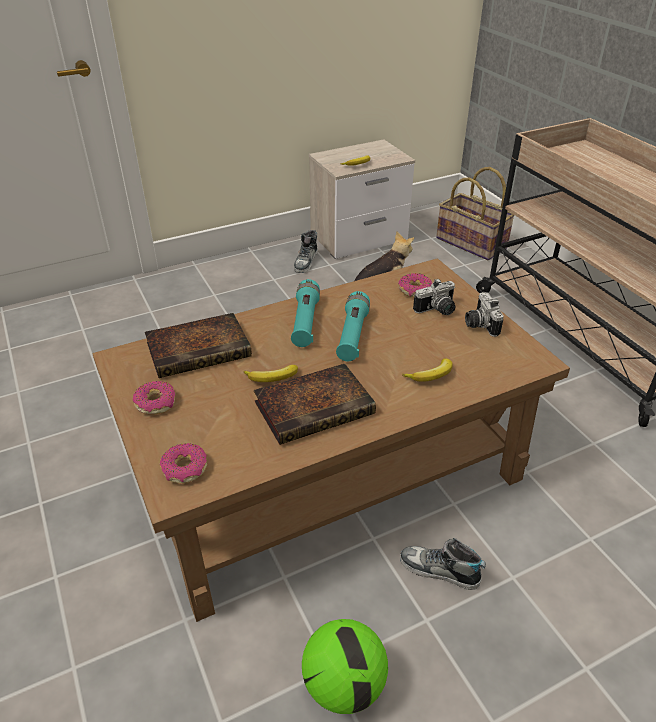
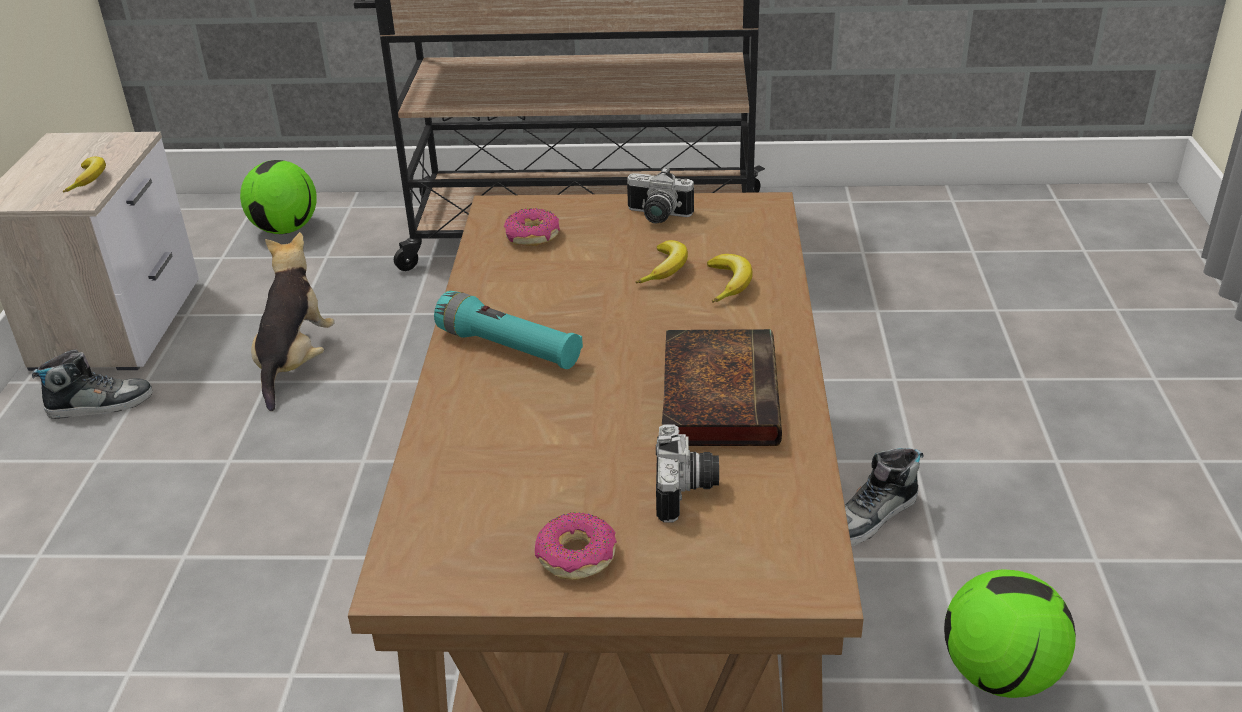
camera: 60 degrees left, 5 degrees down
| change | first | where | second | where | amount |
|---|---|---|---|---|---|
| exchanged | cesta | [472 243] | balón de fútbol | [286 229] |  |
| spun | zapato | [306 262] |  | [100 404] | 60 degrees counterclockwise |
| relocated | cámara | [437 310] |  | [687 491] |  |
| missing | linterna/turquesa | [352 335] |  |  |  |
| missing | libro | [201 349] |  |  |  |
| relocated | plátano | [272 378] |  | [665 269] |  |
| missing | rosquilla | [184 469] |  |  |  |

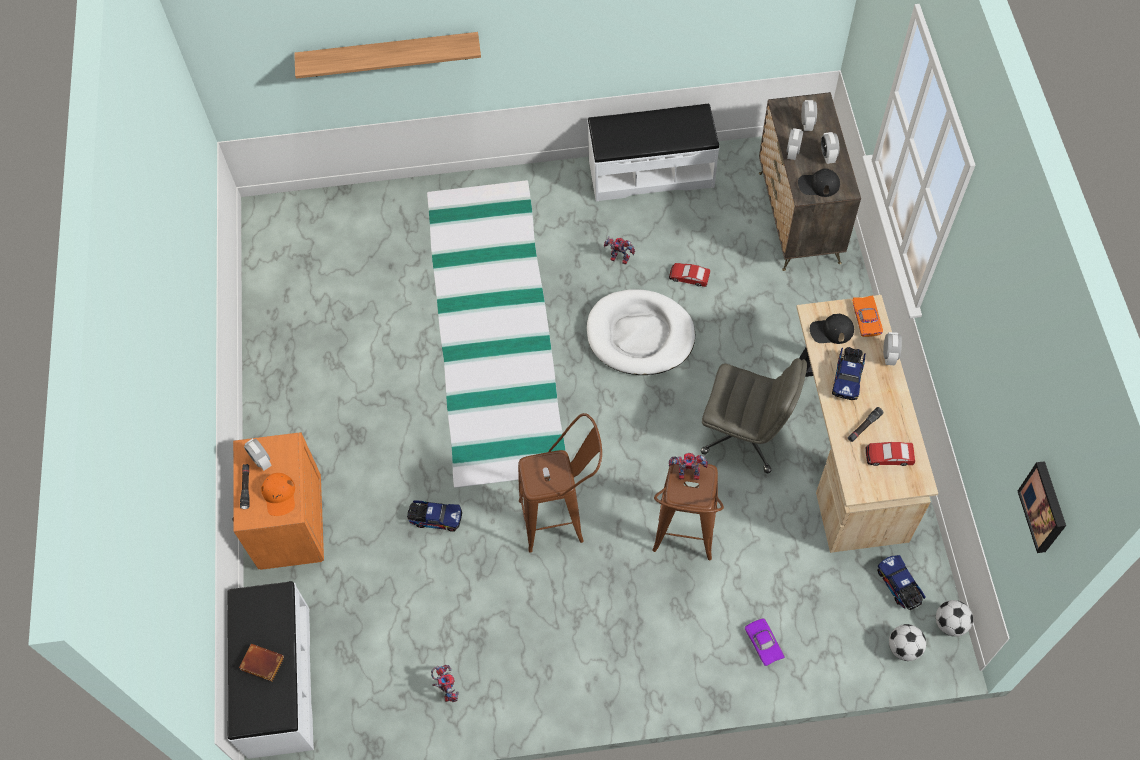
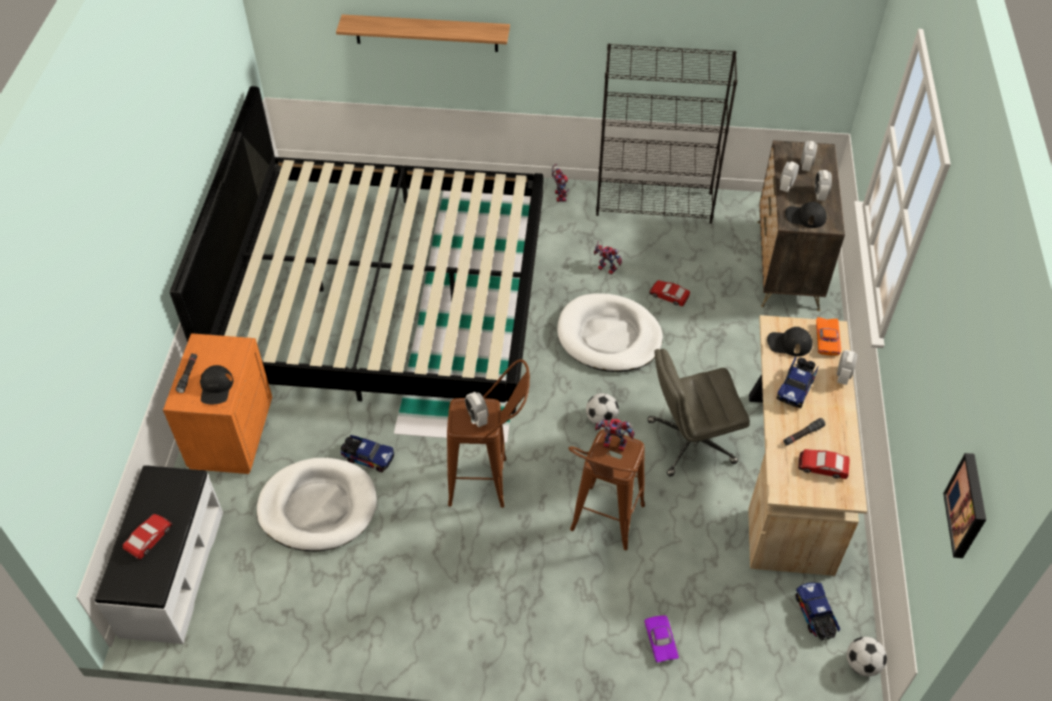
camera: 10 degrees right, 10 degrees down
| change | first | where | second | where | amount |
|---|---|---|---|---|---|
| exchanged | banco/blanco | [650 172] | estantería/negro | [655 204] |  |
| spun | silla de oficina/gris | [745 434] |  | [690 442] | 135 degrees clockwise |
| relocated | despertador | [261 460] |  | [477 418] |  |
| colour | gorra/naranja | [279 495] | gorra/negro | [216 387] |  |
| relocated | balón de fútbol | [903 648] |  | [601 419] |  |
| exchanged | libro/marrón | [261 664] | coche de juguete | [149 538] |  |
| relocated | robot de juguete | [446 689] |  | [559 195] |  |
| appeared |  |  | cama | [385 295] |  |
| appeared |  |  | cama para perro/blanco | [318 507] |  |

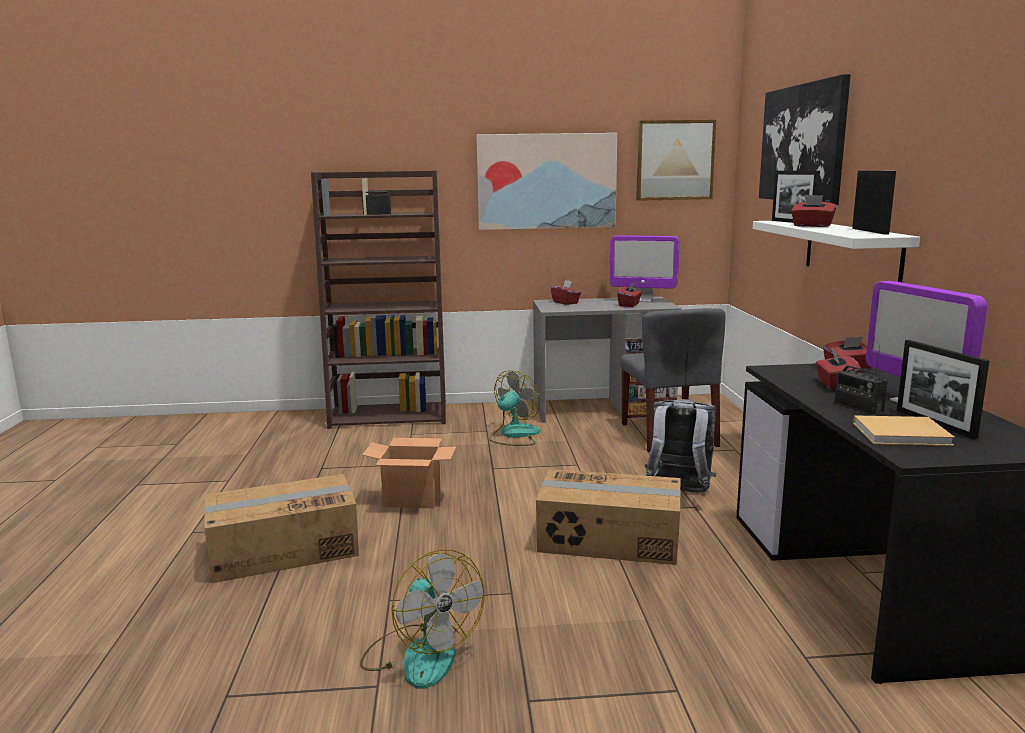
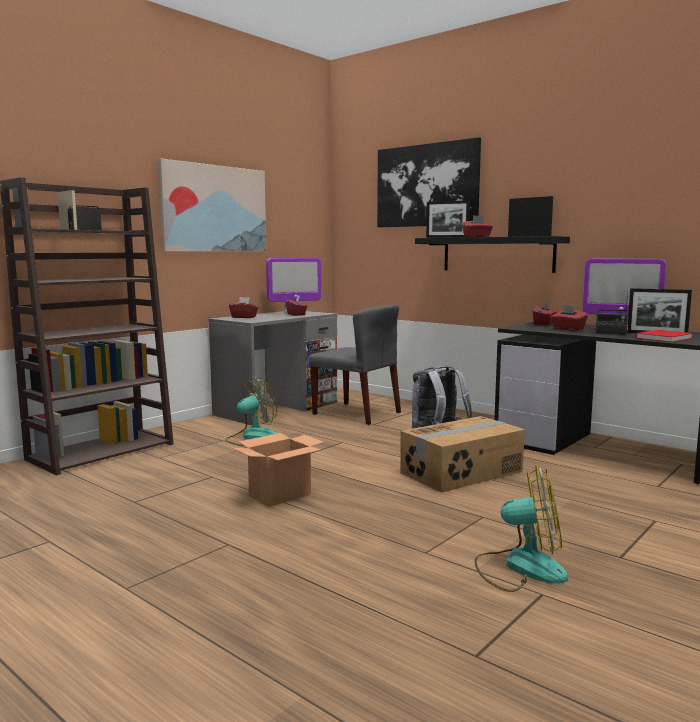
camera: 45 degrees left, 5 degrees down
| change | first | where | second | where | amount |
|---|---|---|---|---|---|
| missing | cuadro | [674 160] |  |  |  |
| colour | estante/blanco | [851 252] | estante/negro | [497 254] |  |
| spun | ventilador | [514 435] |  | [252 437] | 60 degrees clockwise |
| colour | libro/beis | [904 434] | libro/rojo | [664 338] |  |
| missing | caja de cartón | [284 549] |  |  |  |

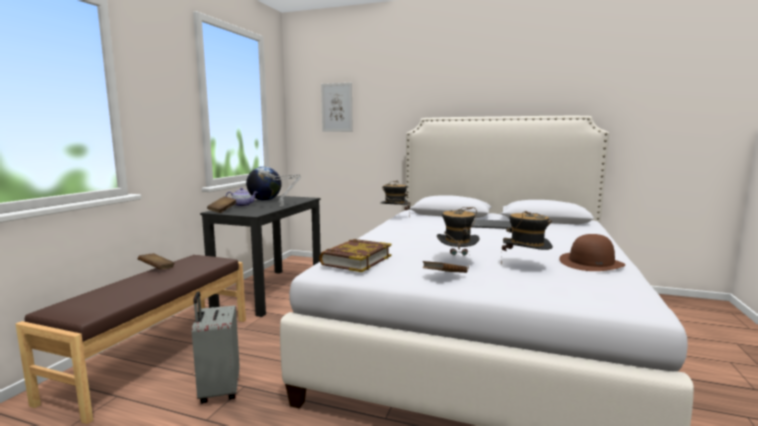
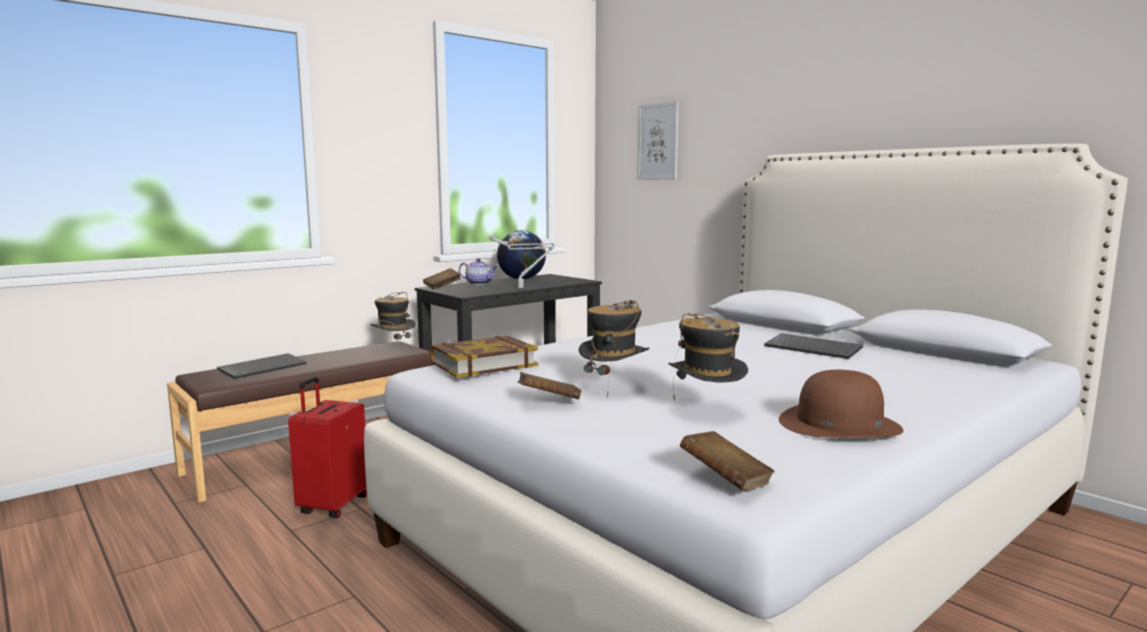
camera: 30 degrees right, 0 degrees up
| change | first | where | second | where | amount |
|---|---|---|---|---|---|
| relocated | sombrero | [395 217] |  | [394 349] |  |
| relocated | libro/marrón | [157 269] |  | [725 480] |  |
| colour | maleta/gris | [218 391] | maleta/rojo | [332 506] |  |
| appeared |  |  | teclado | [263 367] |  |

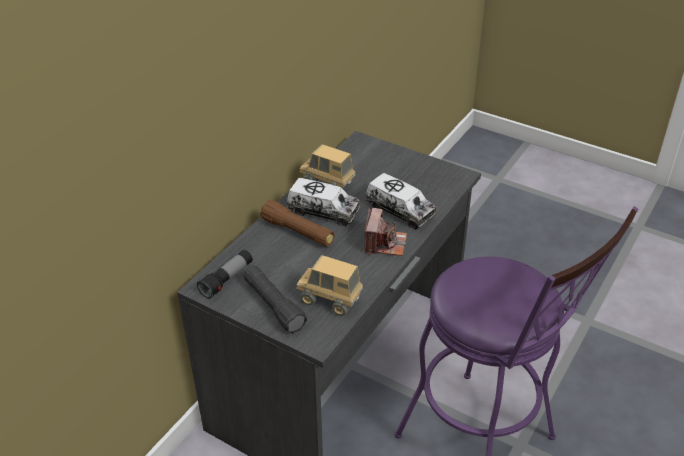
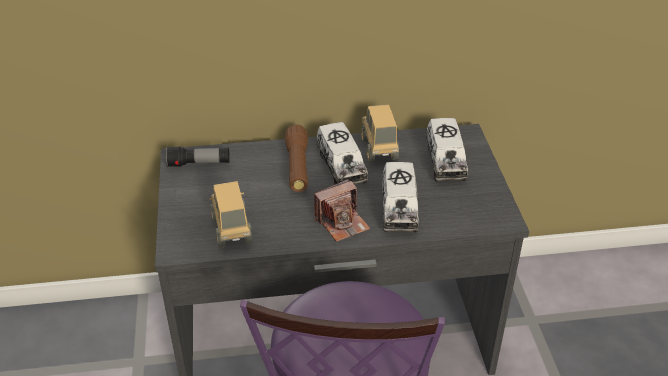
camera: 50 degrees right, 0 degrees up
| change | first | where | second | where | amount |
|---|---|---|---|---|---|
| missing | linterna/negro | [273 306] |  |  |  |
| appeared |  |  | camión de juguete | [445 161] |  |

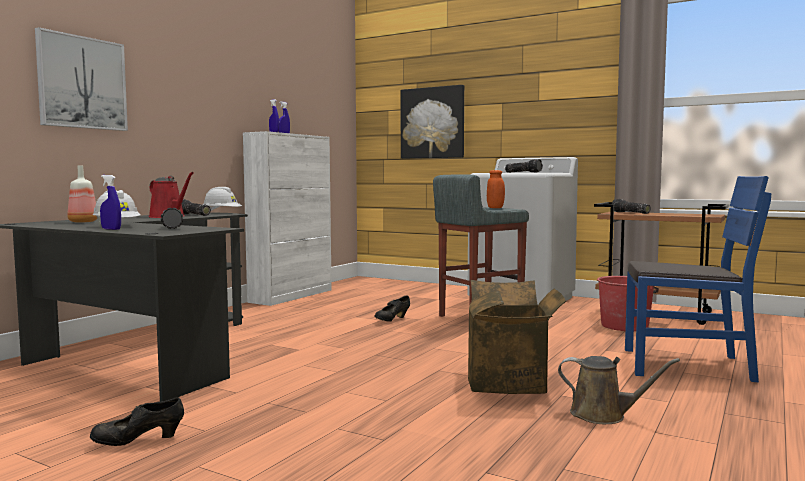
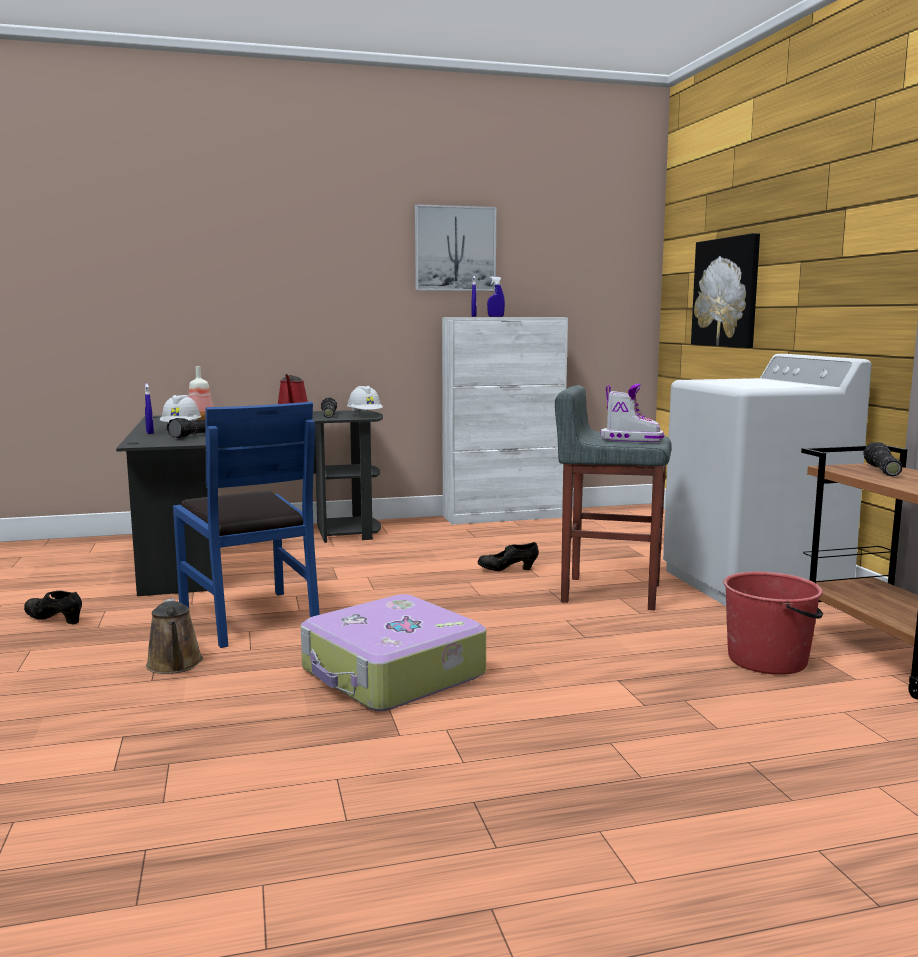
camera: 45 degrees right, 5 degrees up
| change | first | where | second | where | amount |
|---|---|---|---|---|---|
| relocated | cuadro | [82 83] |  | [455 249] |  |
| missing | linterna | [524 172] |  |  |  |
| exchanged | tarro/naranja | [495 208] | bota | [631 439] |  |
| relocated | silla/azul | [685 365] |  | [250 618] |  |
| exchanged | caja de cartón | [511 382] | maleta | [392 674] |  |
| relocated | regadera/marrón | [603 415] |  | [175 665] |  |

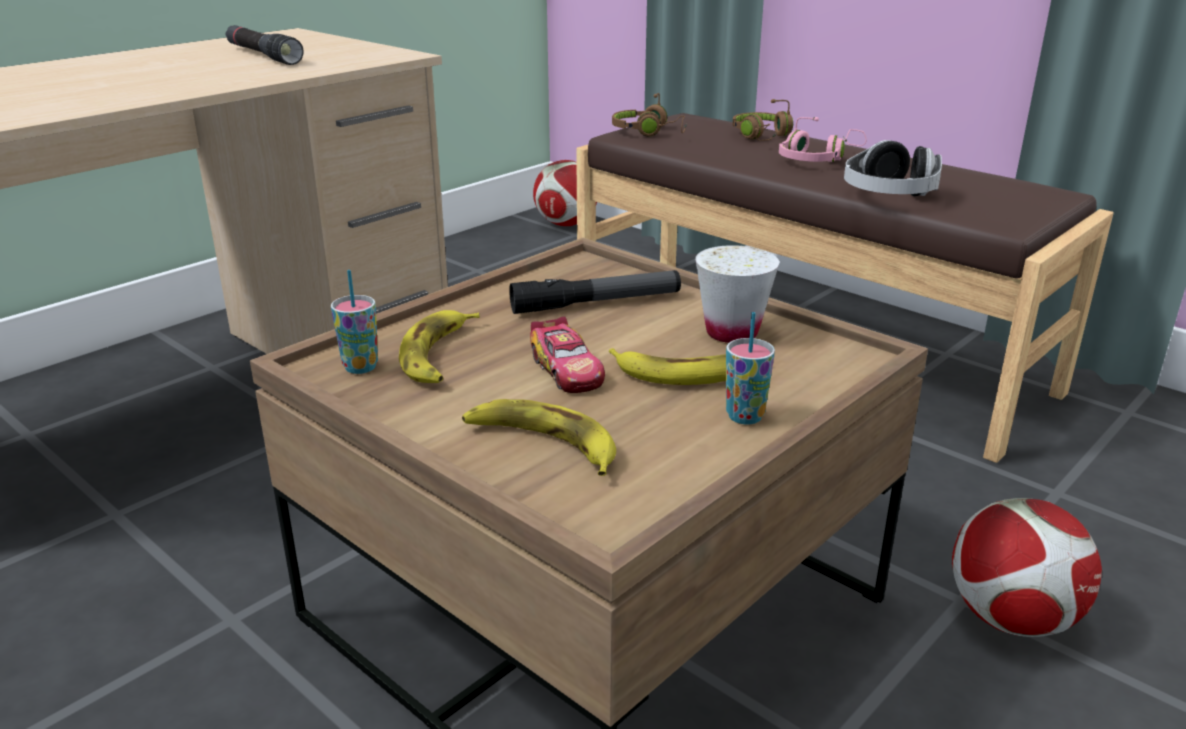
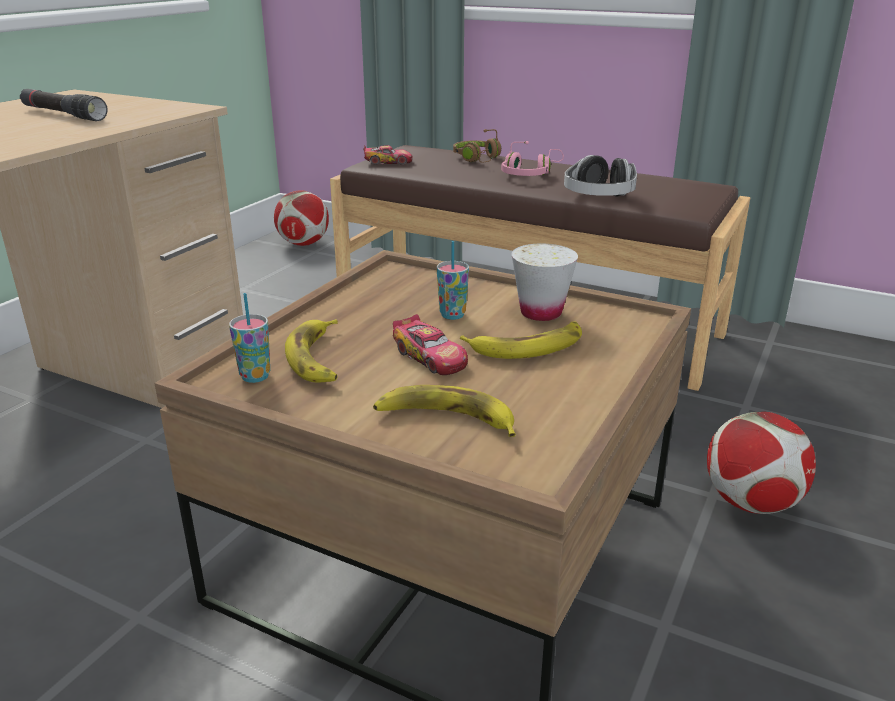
camera: 15 degrees left, 0 degrees up
| change | first | where | second | where | amount |
|---|---|---|---|---|---|
| exchanged | auriculares/marrón | [649 132] | coche de juguete | [388 162] |  |
| missing | linterna | [596 303] |  |  |  |
| relocated | taza | [745 416] |  | [452 315] |  |

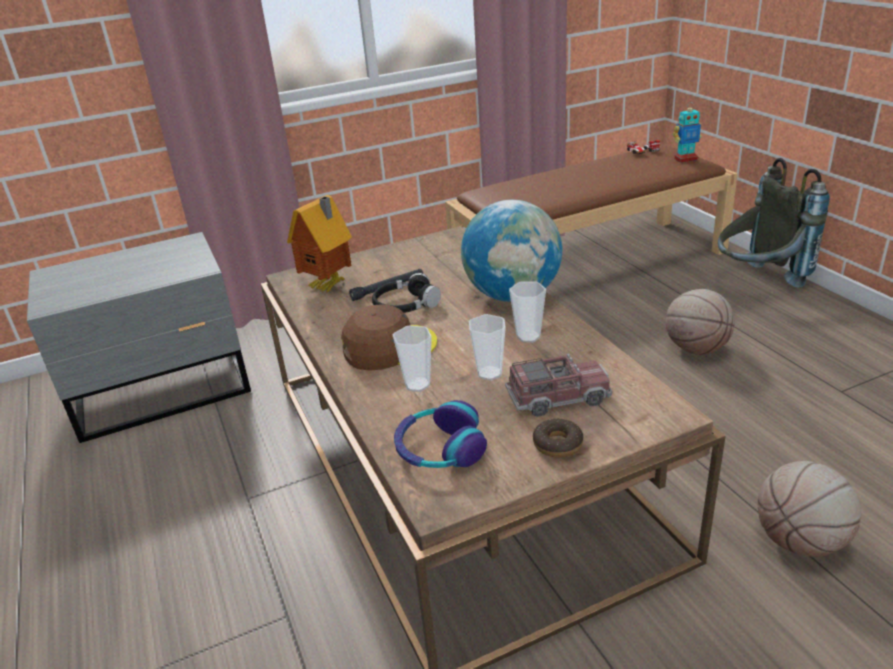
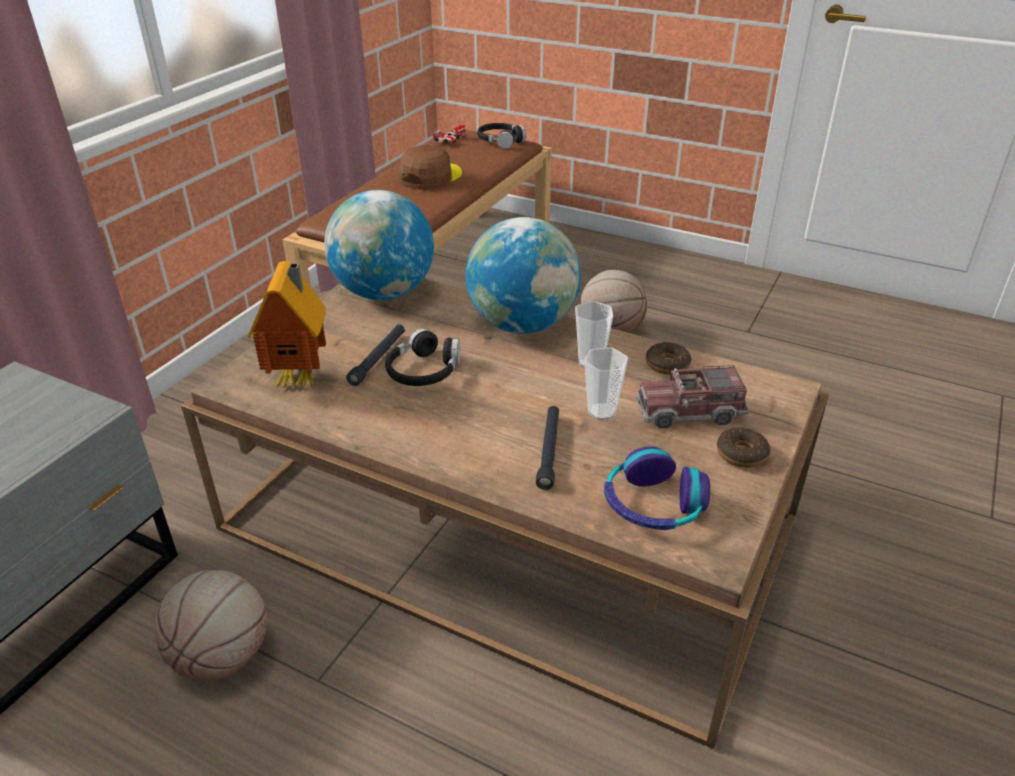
camera: 40 degrees left, 5 degrees up
| change | first | where | second | where | amount |
|---|---|---|---|---|---|
| exchanged | robot de juguete | [685 159] | auriculares/negro | [500 141] |  |
| missing | mochila/gris | [757 282] |  |  |  |
| relocated | gorra/marrón | [388 347] |  | [430 177] |  |
| exchanged | taza | [417 384] | linterna/negro | [549 451] |  |
| spun | camión de juguete | [558 398] |  | [689 411] | 135 degrees counterclockwise |
| relocated | balón de baloncesto | [800 541] |  | [223 656] |  |
| appeared |  |  | globo terráqueo | [384 293] |  |
| appeared |  |  | rosquilla | [667 364] |  |

